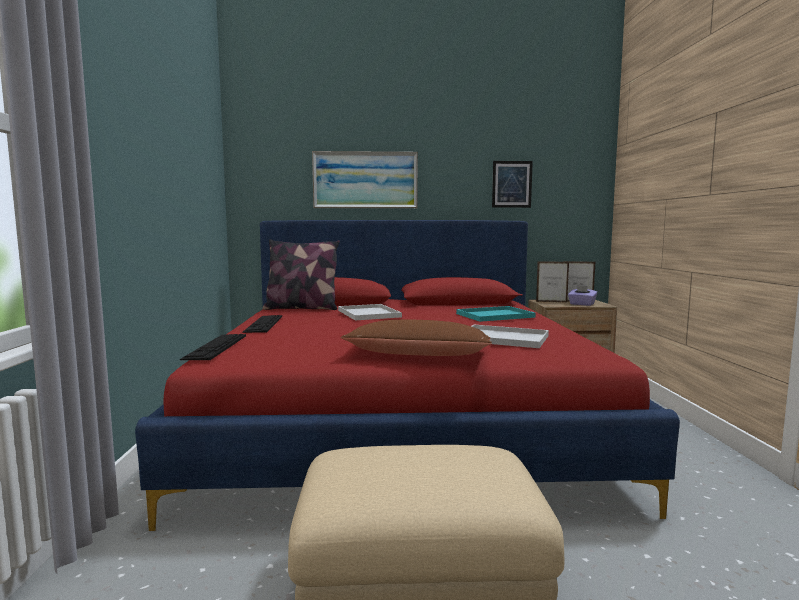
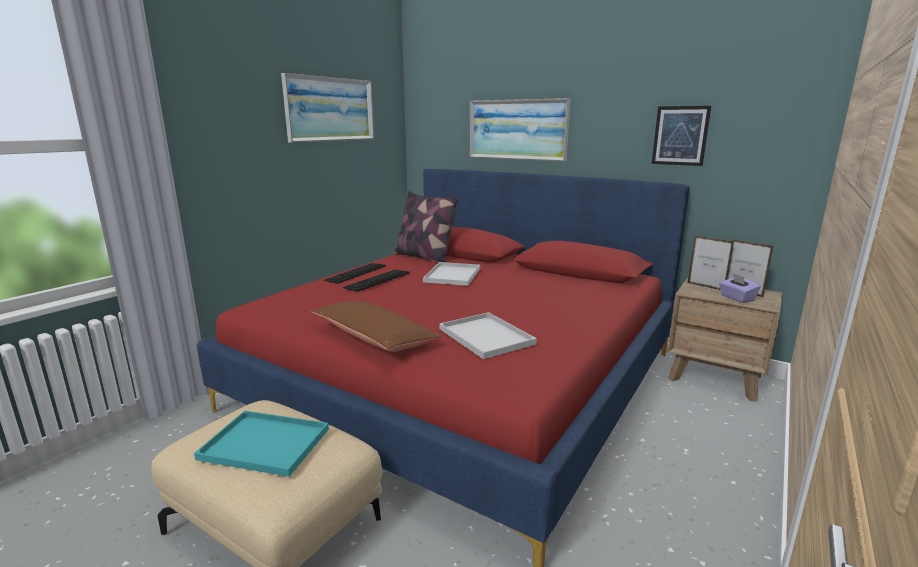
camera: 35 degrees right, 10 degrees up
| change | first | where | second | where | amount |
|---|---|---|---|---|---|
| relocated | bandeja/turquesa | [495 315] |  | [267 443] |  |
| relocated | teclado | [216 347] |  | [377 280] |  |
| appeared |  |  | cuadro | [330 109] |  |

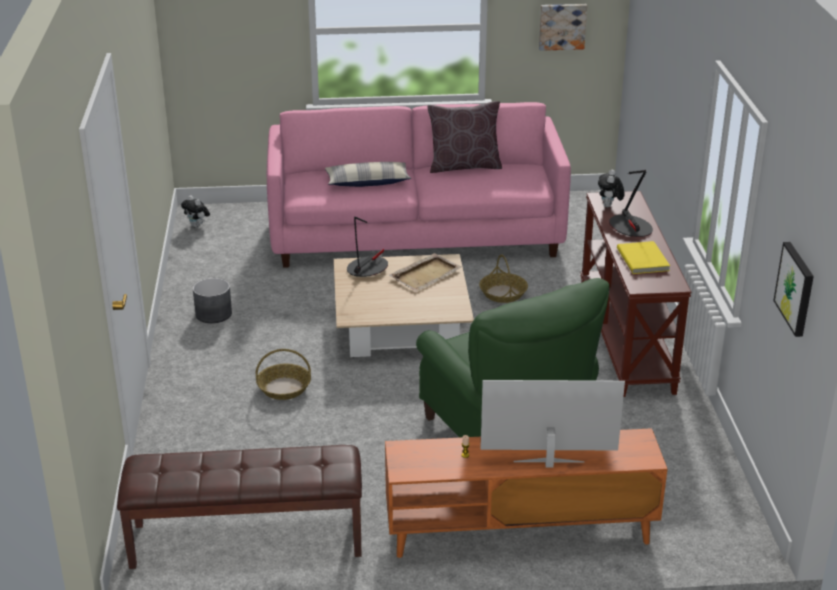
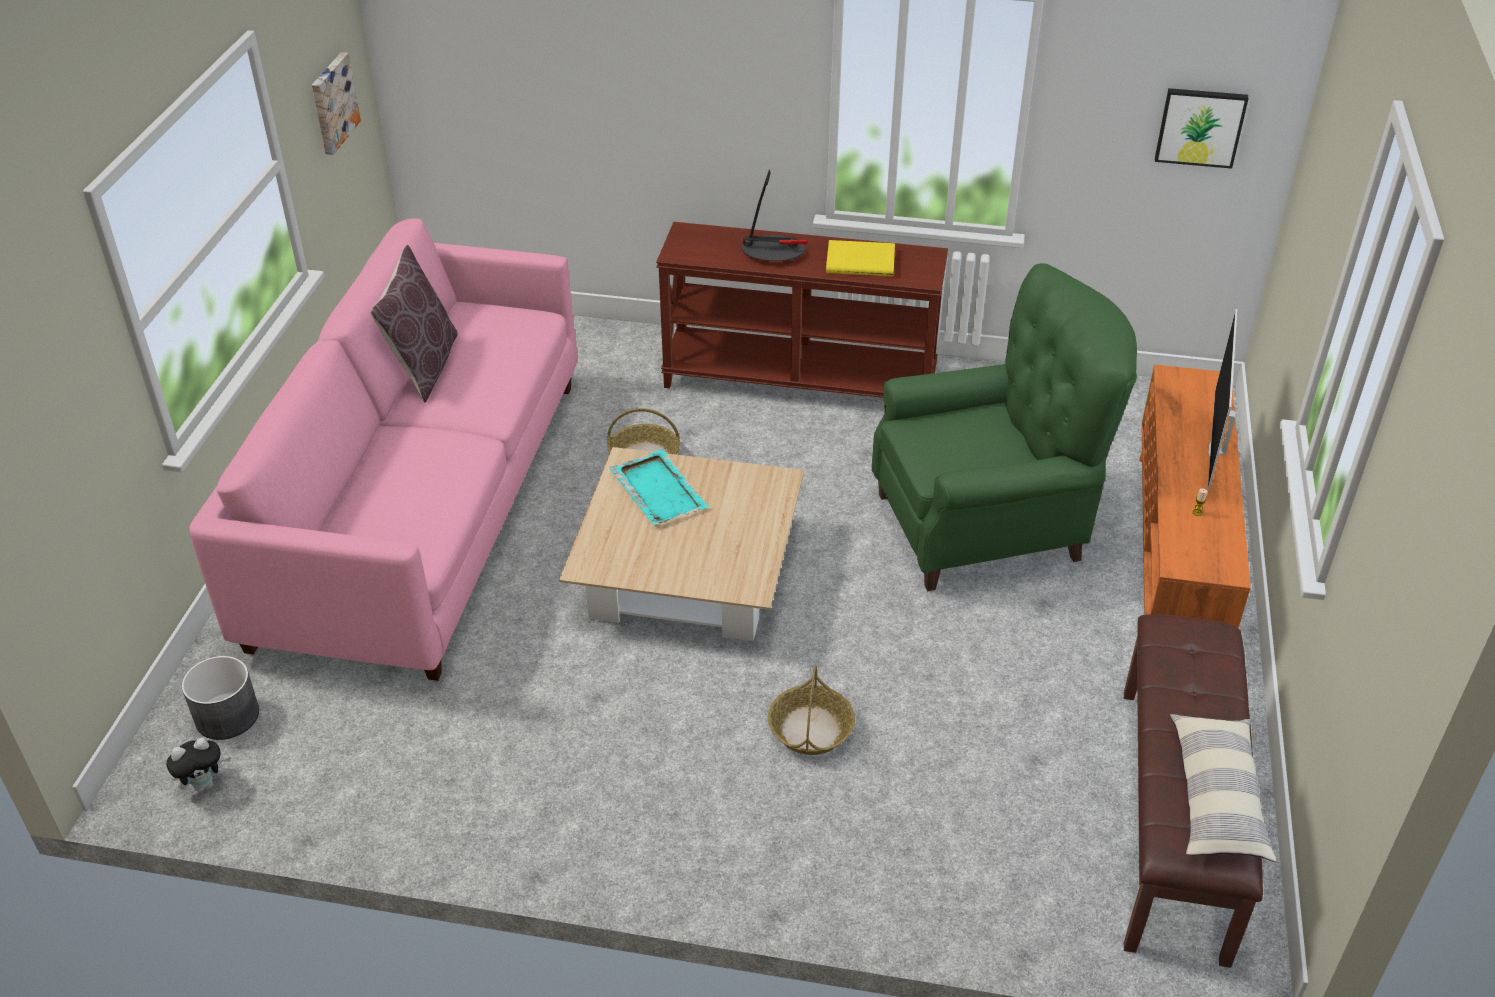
camera: 75 degrees left, 10 degrees up
| change | first | where | second | where | amount |
|---|---|---|---|---|---|
| relocated | cojín | [367 182] |  | [1215 797] |  |
| missing | peluche | [609 206] |  |  |  |
| missing | lámpara de mesa | [367 268] |  |  |  |
| colour | bandeja/beis | [426 274] | bandeja/turquesa | [658 490] |  |
| relocated | maceta/gris | [214 314] |  | [227 716] |  |

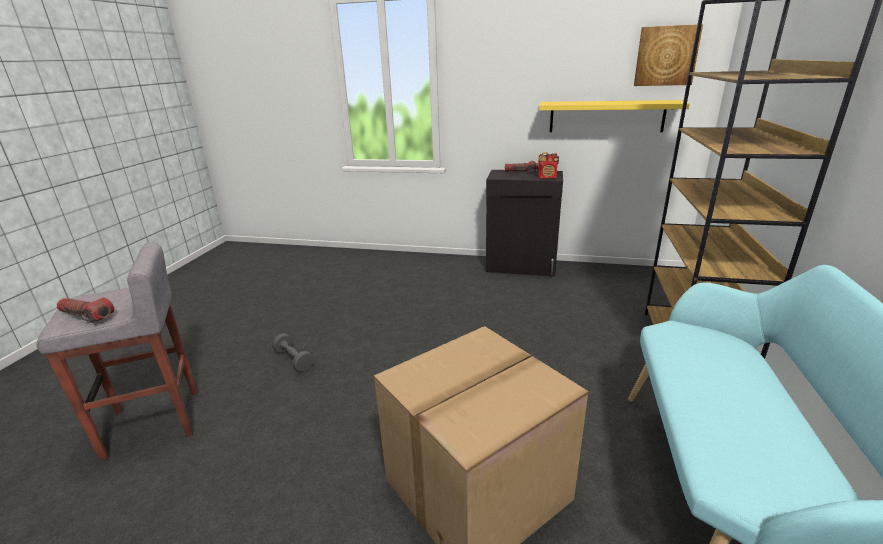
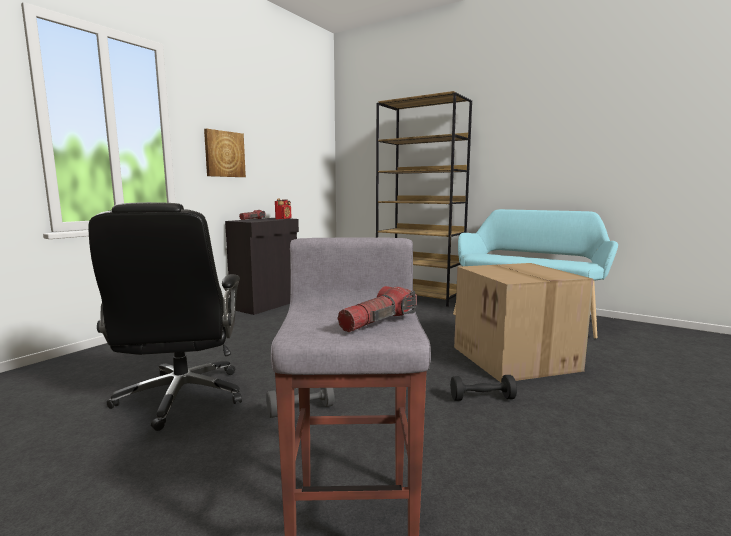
camera: 70 degrees left, 15 degrees down
| change | first | where | second | where | amount |
|---|---|---|---|---|---|
| relocated | cuadro | [666 56] |  | [224 154] |  |
| missing | estante/amarillo | [606 116] |  |  |  |
| appeared |  |  | silla de oficina/negro | [181 397] |  |
| appeared |  |  | mancuerna/negro | [482 398] |  |

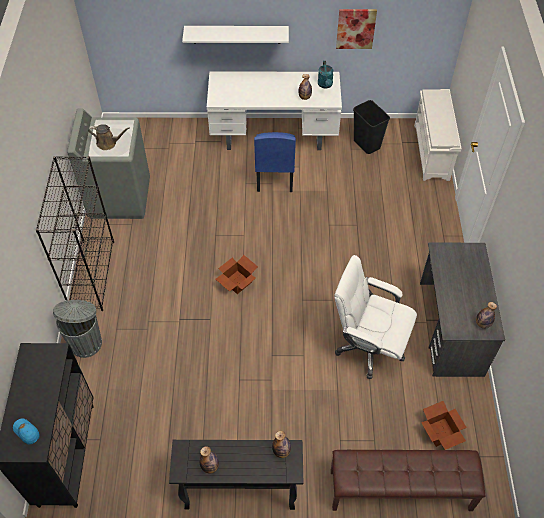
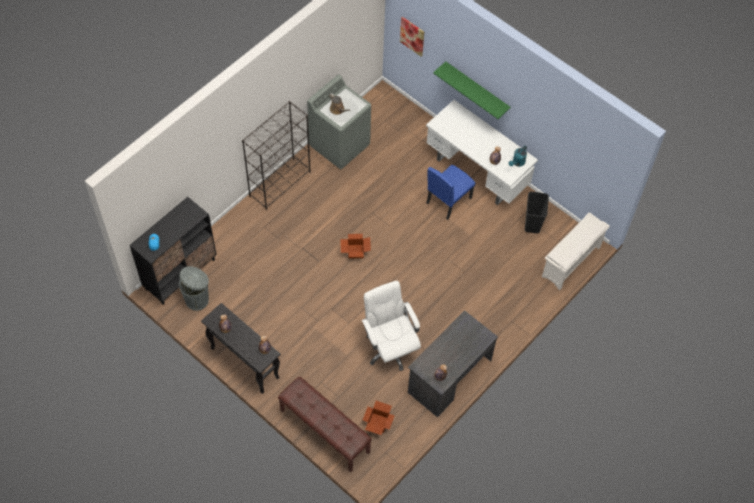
camera: 40 degrees right, 5 degrees up
| change | first | where | second | where | amount |
|---|---|---|---|---|---|
| relocated | cuadro | [355 28] |  | [412 36] |  |
| colour | estante/blanco | [236 34] | estante/verde | [477 89] |  |
| relocated | papelera/gris | [86 342] |  | [198 299] |  |

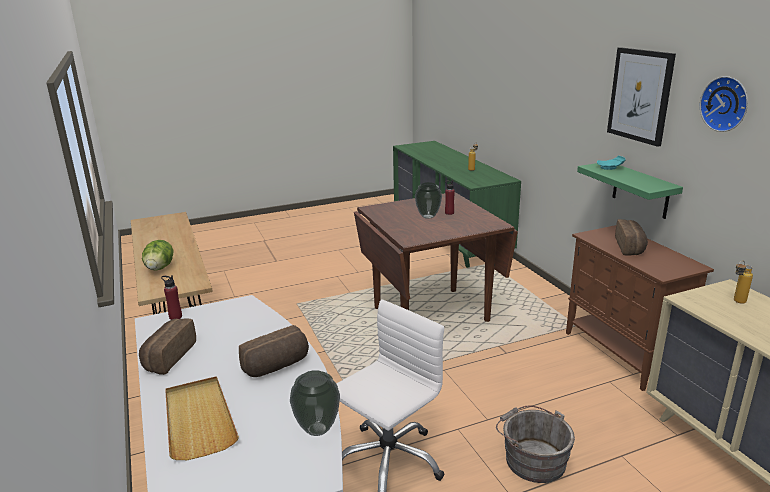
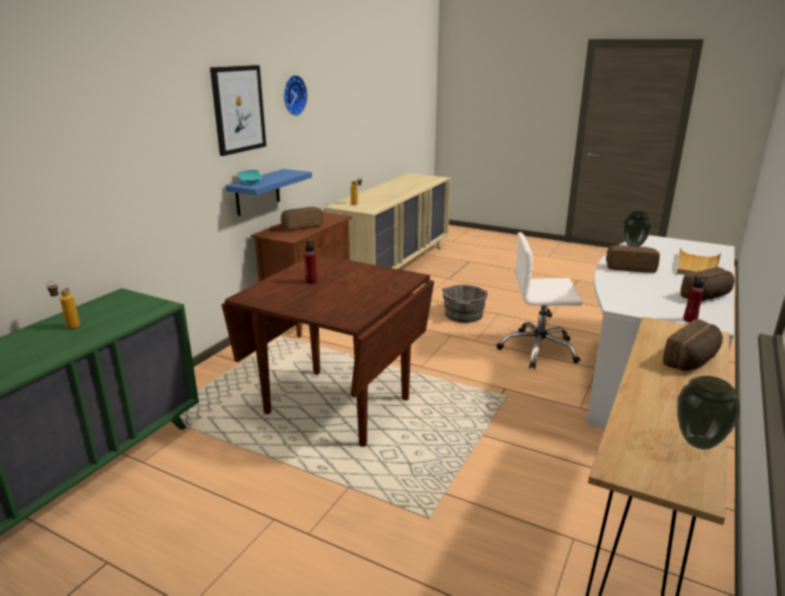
camera: 130 degrees left, 0 degrees up
| change | first | where | second | where | amount |
|---|---|---|---|---|---|
| colour | estante/verde | [640 190] | estante/azul | [257 192] |  |
| relocated | florero | [428 217] |  | [699 442] |  |
| exchanged | lechuga | [159 268] | pan | [693 360] |  |

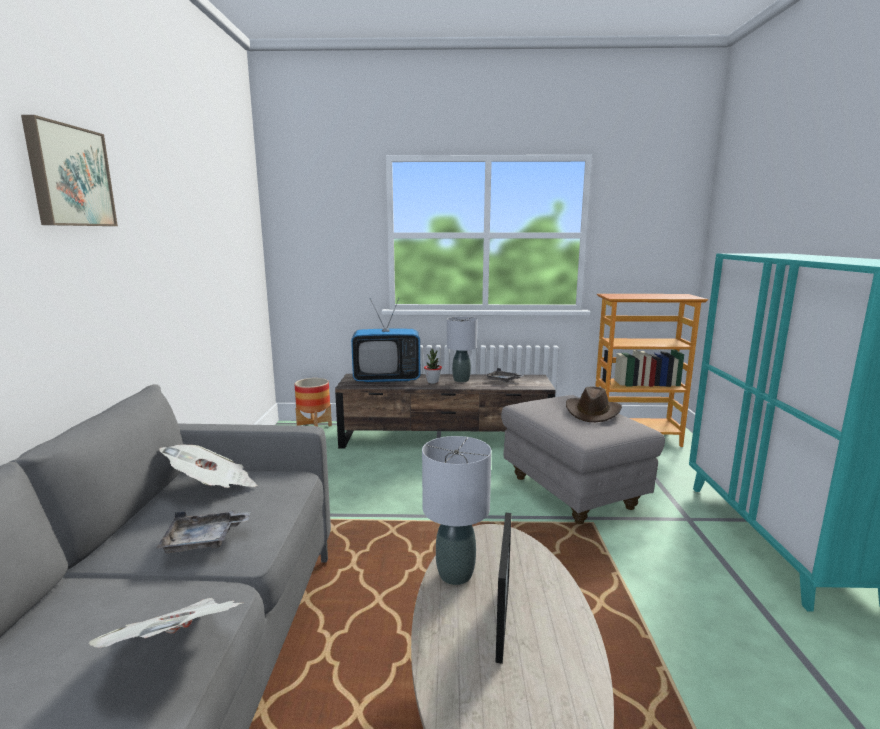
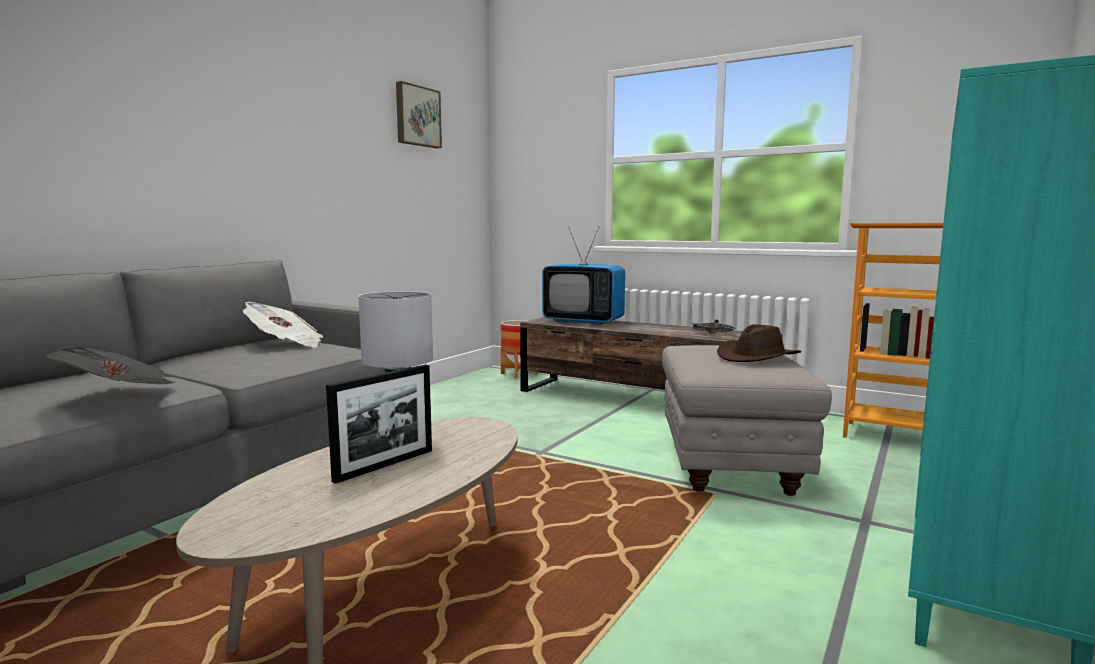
camera: 30 degrees right, 5 degrees down
| change | first | where | second | where | amount |
|---|---|---|---|---|---|
| relocated | cuadro | [68 176] |  | [417 116] |  |
| missing | lámpara de mesa/gris | [461 380] |  |  |  |
| missing | planta en maceta | [433 382] |  |  |  |
| missing | bandeja/gris | [204 540] |  |  |  |

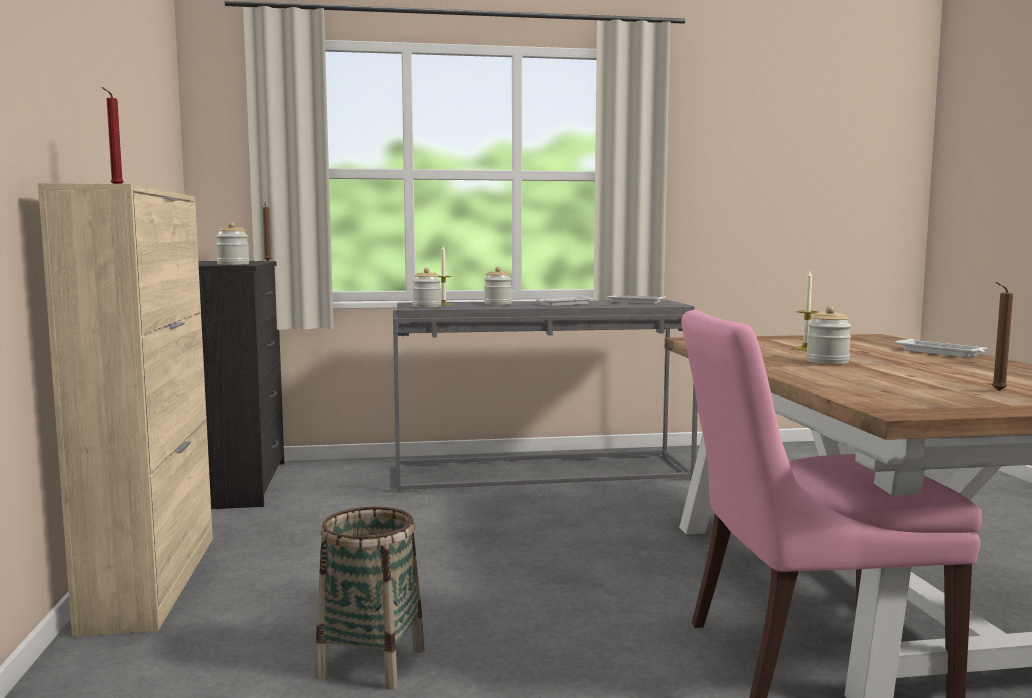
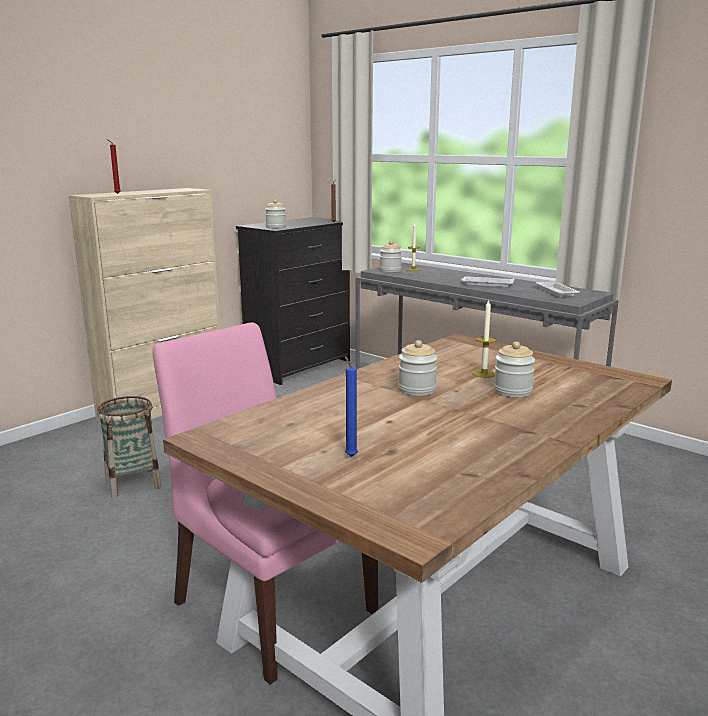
camera: 50 degrees right, 10 degrees up
| change | first | where | second | where | amount |
|---|---|---|---|---|---|
| relocated | tarro | [498 304] |  | [512 391] |  |
| colour | vela/marrón | [996 391] | vela/azul | [350 455] |  |
| missing | bandeja/blanco | [941 353] |  |  |  |

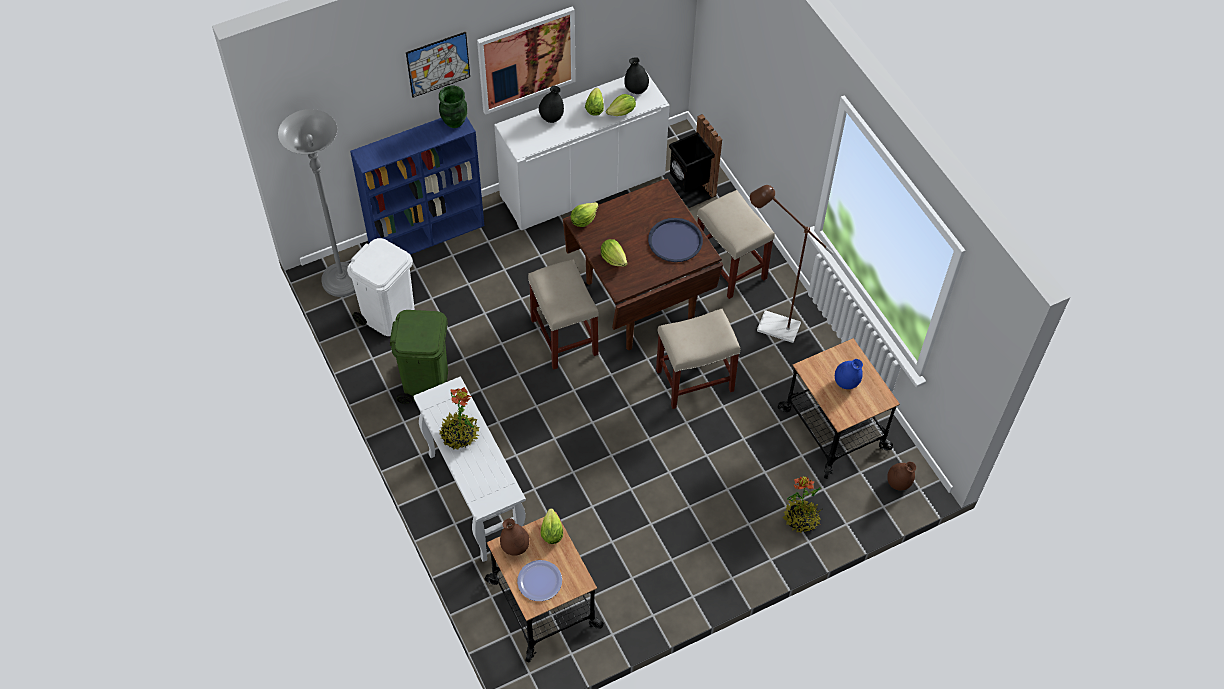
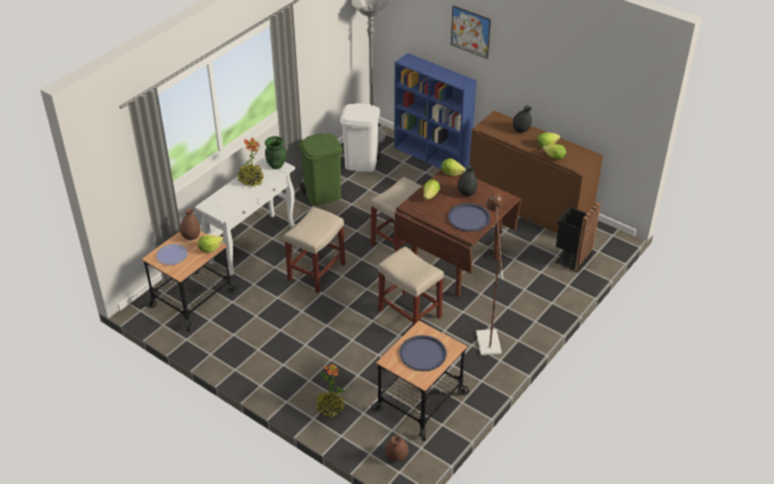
camera: 65 degrees right, 15 degrees down
| change | first | where | second | where | amount |
|---|---|---|---|---|---|
| missing | cuadro | [526 59] |  |  |  |
| relocated | florero/negro | [636 90] |  | [467 193] |  |
| colour | armario/blanco | [582 185] | armario/marrón | [528 207] |  |
| relocated | florero/verde | [454 122] |  | [276 165] |  |
| relocated | taburete/beis | [731 268] |  | [316 272] |  |
| exchanged | florero/azul | [846 382] | bandeja/azul | [423 354] |  |

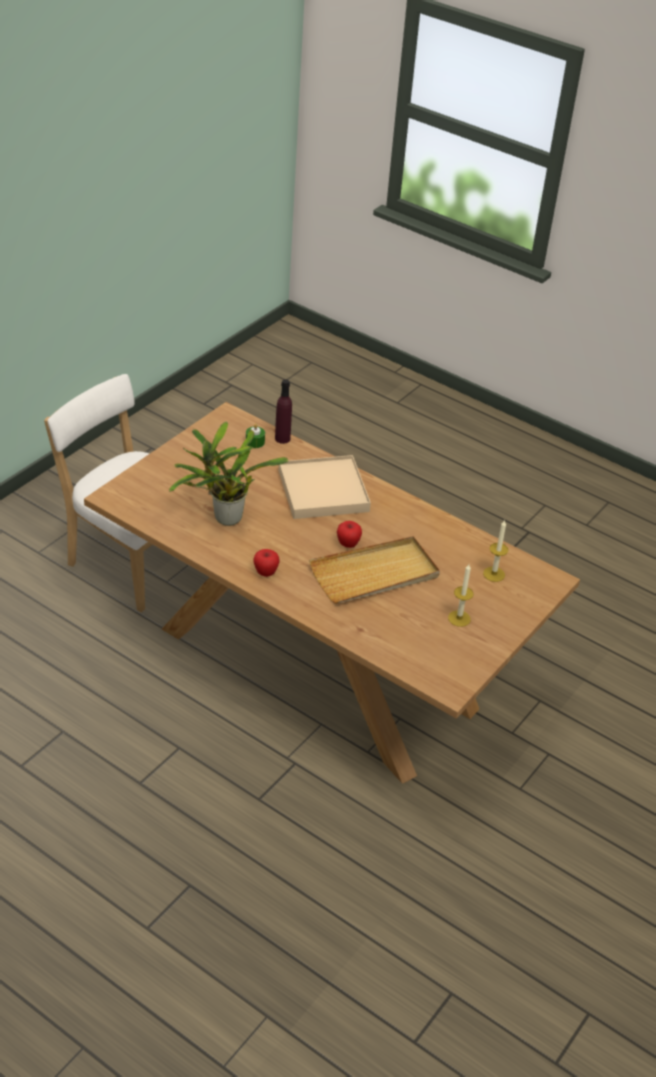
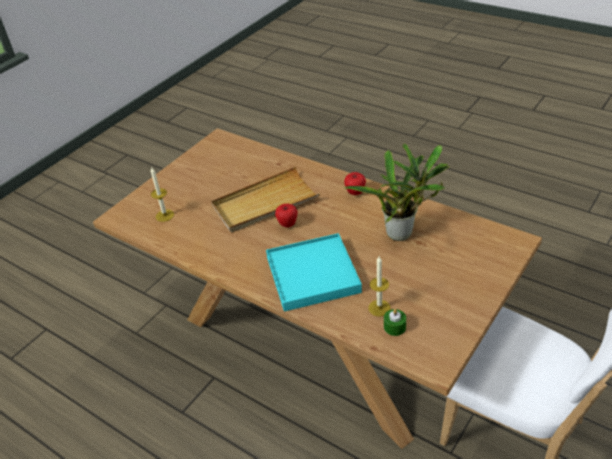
camera: 175 degrees left, 0 degrees up
| change | first | where | second | where | amount |
|---|---|---|---|---|---|
| missing | botella/morado | [282 438] |  |  |  |
| colour | bandeja/beis | [323 491] | bandeja/turquesa | [312 275] |  |
| relocated | vela | [459 618] |  | [379 308] |  |

